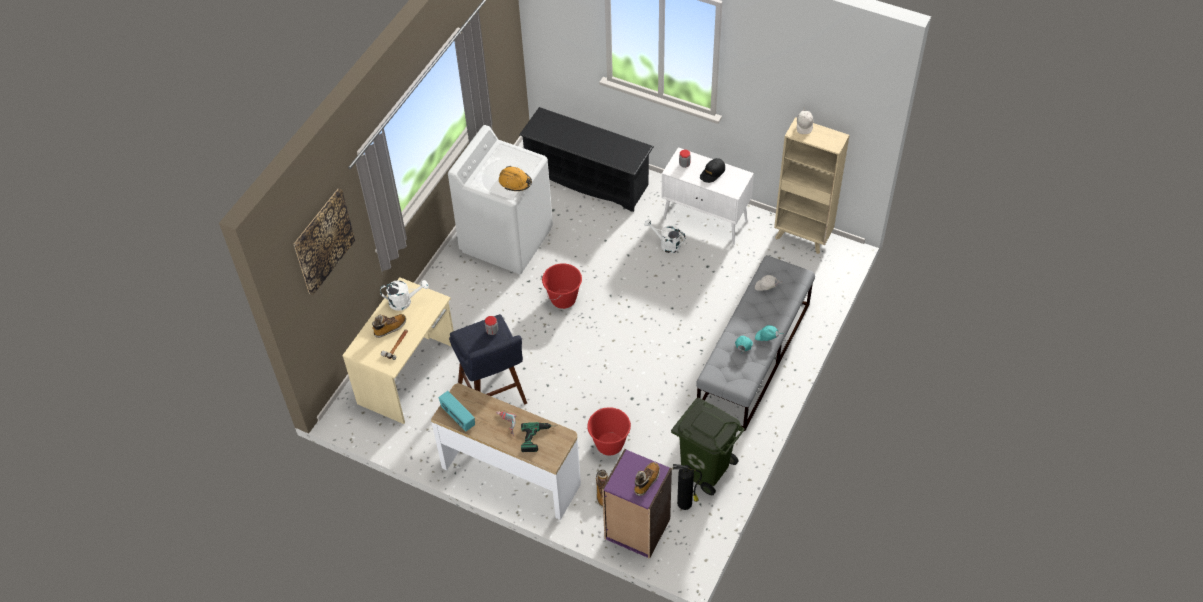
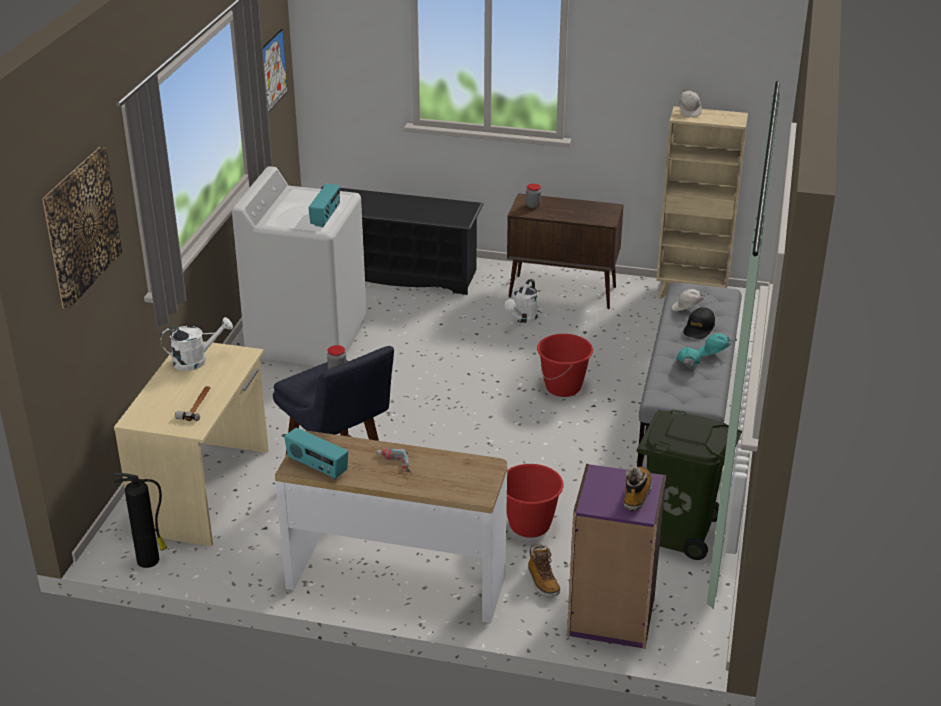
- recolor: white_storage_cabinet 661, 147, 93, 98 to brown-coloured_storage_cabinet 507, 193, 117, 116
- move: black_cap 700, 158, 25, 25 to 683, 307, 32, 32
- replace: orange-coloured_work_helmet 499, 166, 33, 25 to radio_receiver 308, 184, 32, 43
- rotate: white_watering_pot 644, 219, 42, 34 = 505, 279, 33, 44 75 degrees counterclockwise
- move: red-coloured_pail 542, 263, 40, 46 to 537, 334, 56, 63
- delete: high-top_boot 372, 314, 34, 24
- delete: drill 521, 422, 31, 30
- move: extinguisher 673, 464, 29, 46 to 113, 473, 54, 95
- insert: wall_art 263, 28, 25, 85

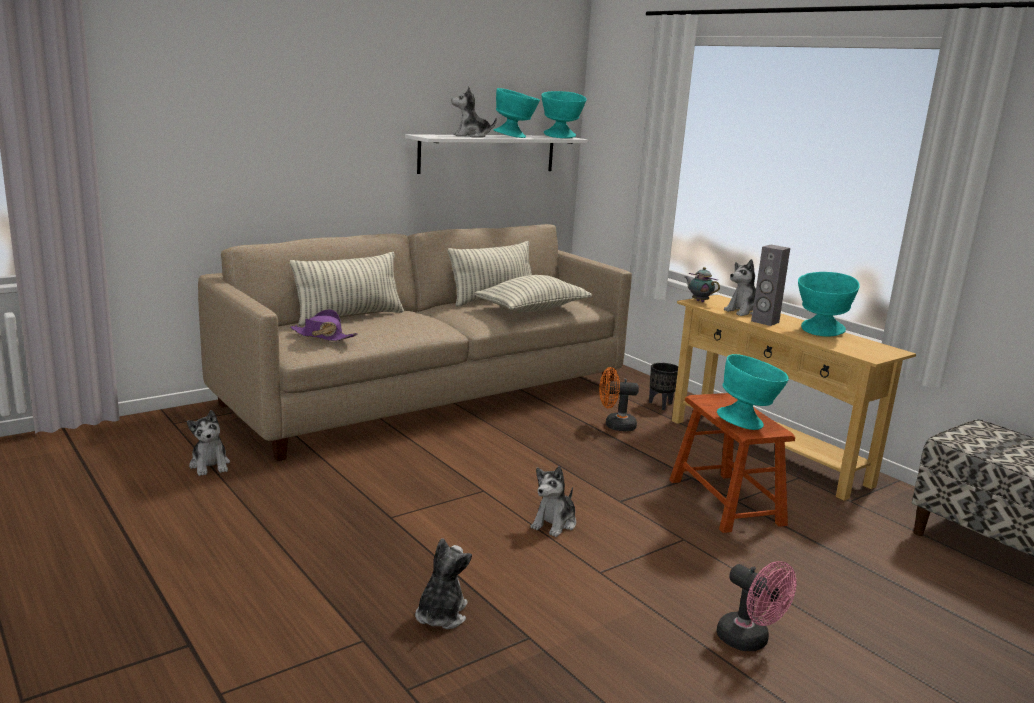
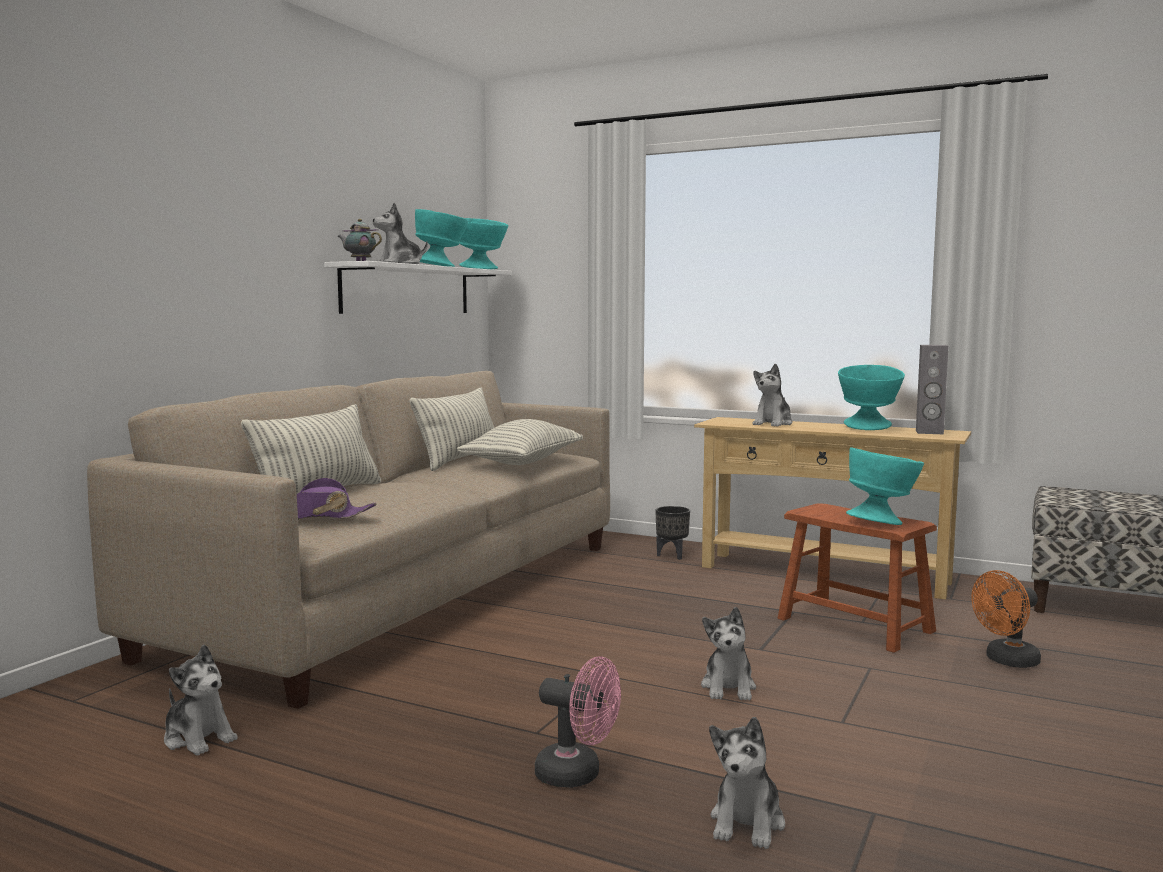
- move: grey_speaker 751, 245, 39, 81 to 916, 345, 33, 89
- move: pot_for_tea 685, 267, 35, 35 to 337, 219, 45, 42
- move: orange-coloured_electric_fan 599, 367, 40, 64 to 971, 570, 70, 98
- rotate: cuddly_toy 415, 538, 57, 91 = 709, 717, 76, 132 150 degrees counterclockwise
- move: pinkish_electric_fan 717, 561, 79, 90 to 535, 656, 86, 132

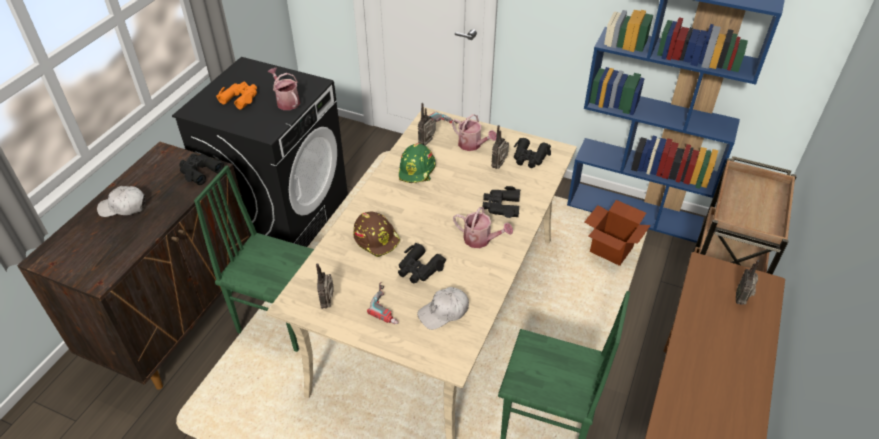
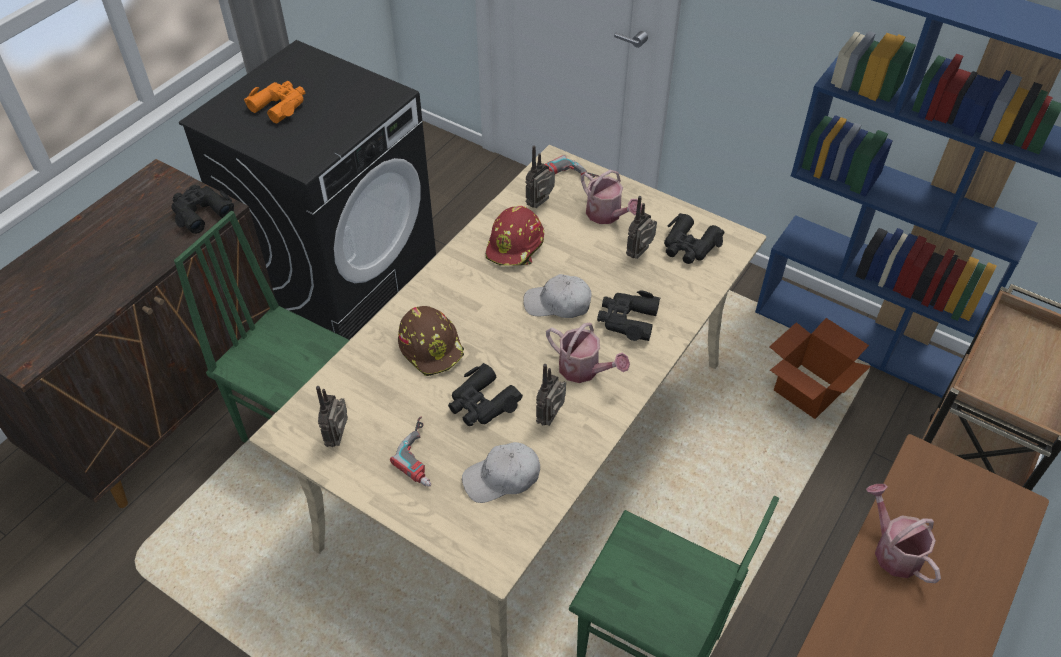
- move: watering_pot 267, 68, 33, 42 to 866, 484, 75, 99
- recolor: greenish_work_helmet 399, 143, 37, 40 to red-coloured_work_helmet 486, 206, 58, 60
- move: white_cap 97, 186, 49, 31 to 523, 274, 68, 44
- move: radio_receiver 736, 260, 24, 45 to 536, 364, 30, 62

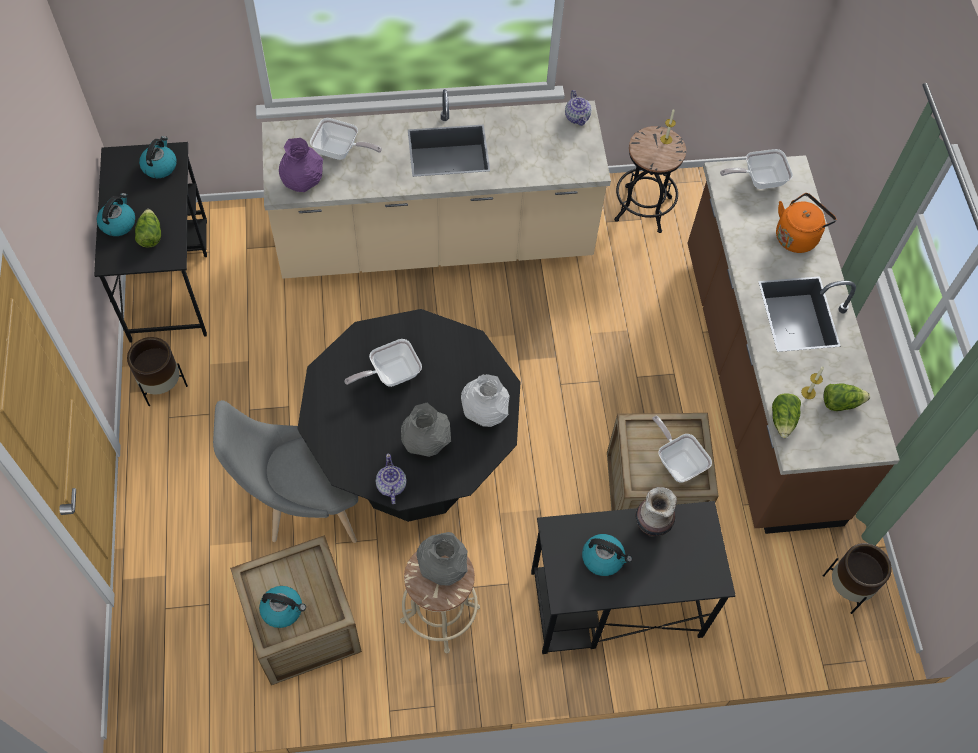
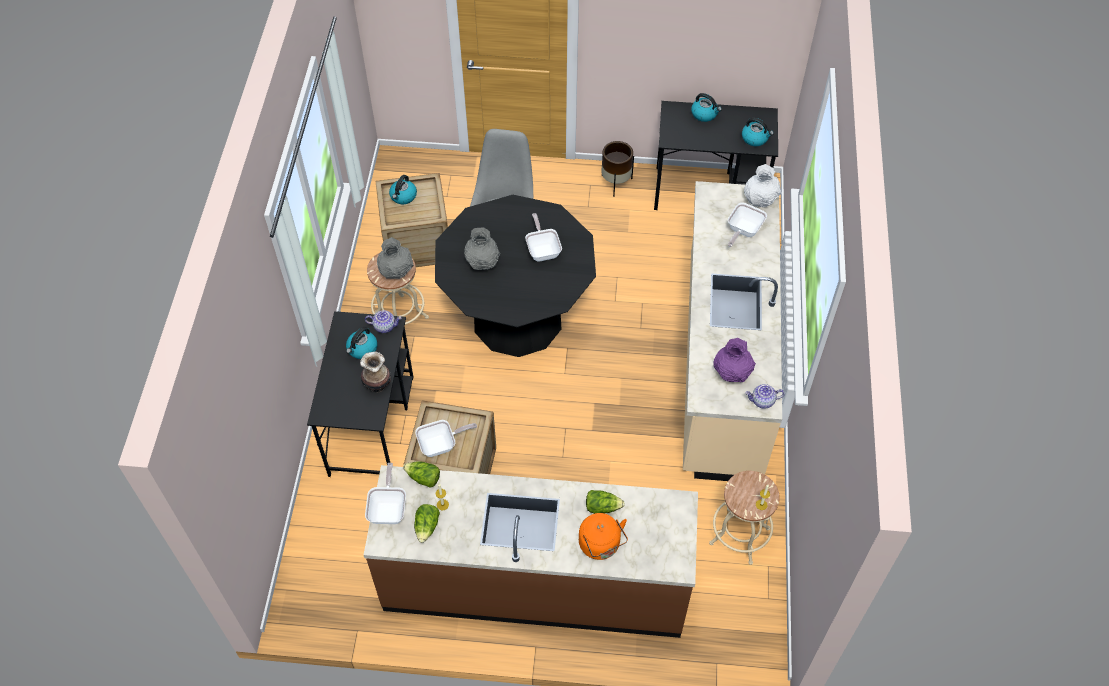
- recolor: black_stool_seat 614, 126, 72, 107 to sand-coloured_stool_seat 709, 471, 71, 94
- move: purple-coloured_flower_vase 279, 138, 44, 54 to 714, 338, 42, 44
- move: skillet 720, 149, 73, 40 to 365, 463, 41, 61
- move: head_of_lettuce 135, 209, 26, 38 to 586, 490, 39, 24
- move: white_flower_vase 461, 374, 49, 53 to 744, 164, 37, 43
- move: pot_for_tea 376, 453, 31, 51 to 365, 310, 37, 23
- delete: brown-coloured_plant_pot 823, 543, 69, 71

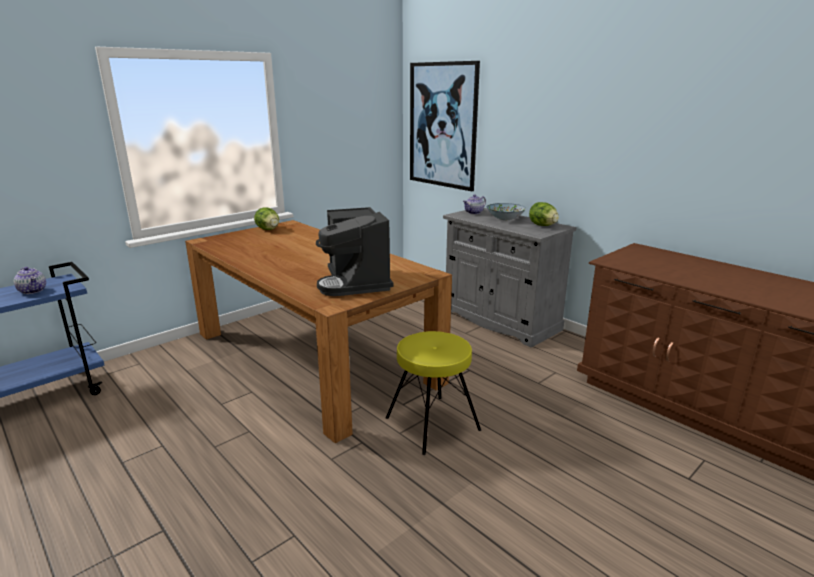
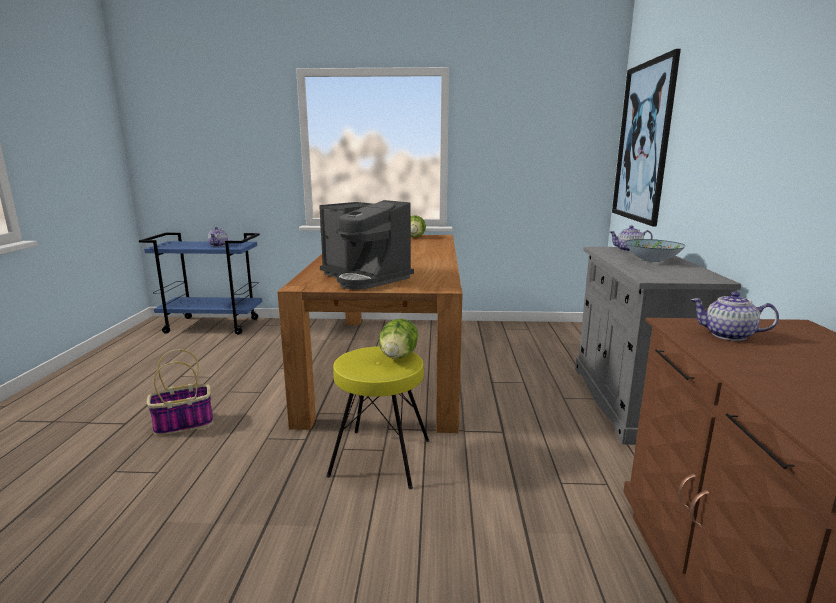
- move: head_of_lettuce 529, 202, 30, 24 to 379, 319, 39, 40
- rotate: coffee_machine 316, 207, 78, 89 = 319, 200, 95, 90 75 degrees counterclockwise
- insert: pot_for_tea 691, 292, 88, 49
- insert: storage_basket 147, 349, 66, 86

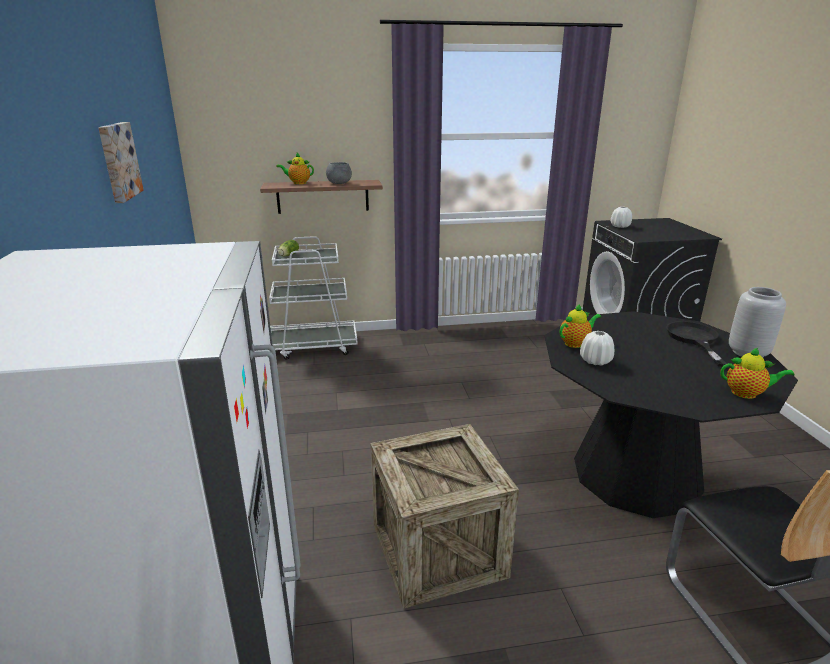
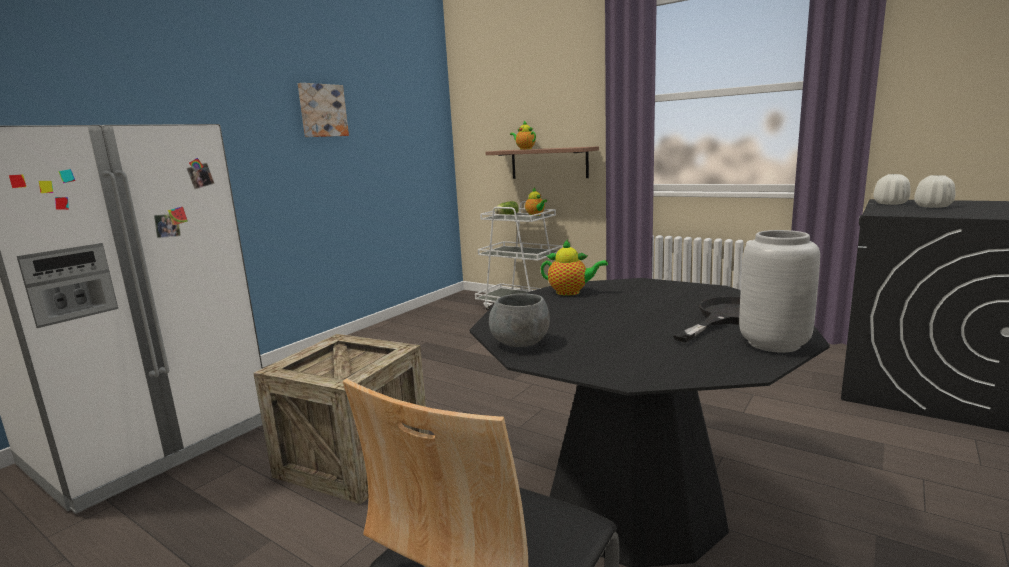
- move: grey_serving_bowl 326, 162, 26, 22 to 489, 294, 61, 53
- move: white_flower_vase 580, 331, 34, 35 to 914, 175, 41, 33
- move: pot_for_tea 720, 347, 75, 52 to 525, 187, 22, 29

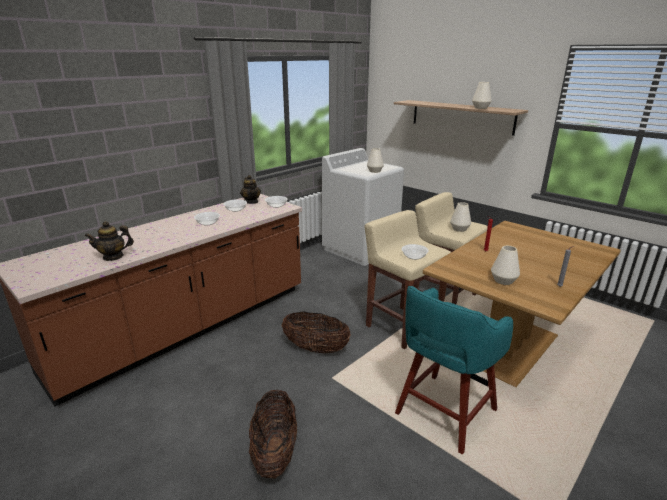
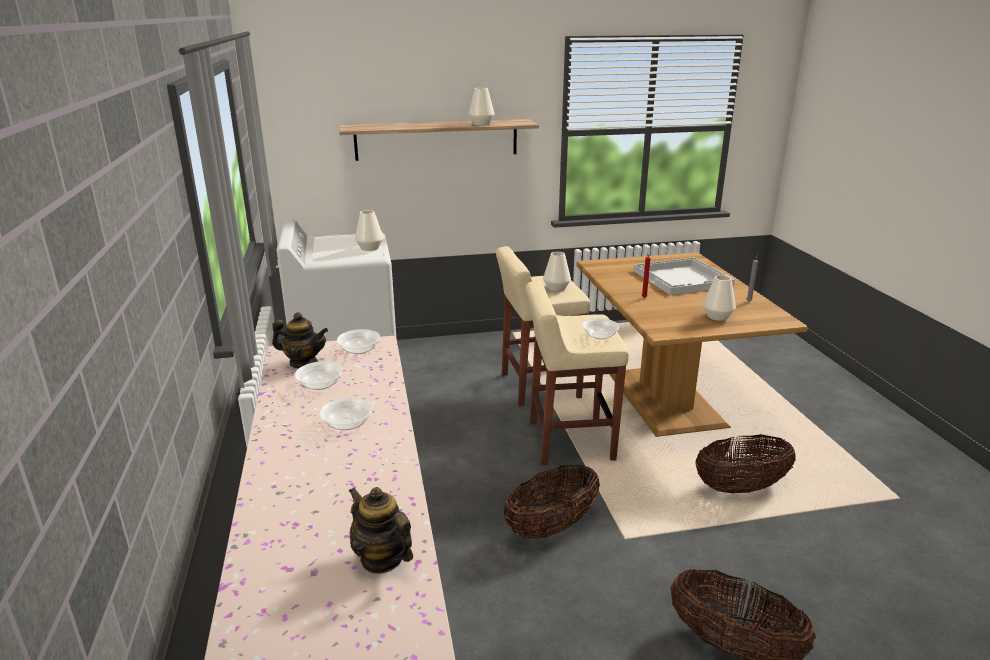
- rotate: pot_for_tea 85, 221, 49, 40 = 348, 487, 65, 87 120 degrees clockwise
- replace: turquoise-coloured_stool_seat 395, 286, 118, 168 to storage_basket 695, 434, 101, 60
- insert: white_tray 633, 257, 102, 38

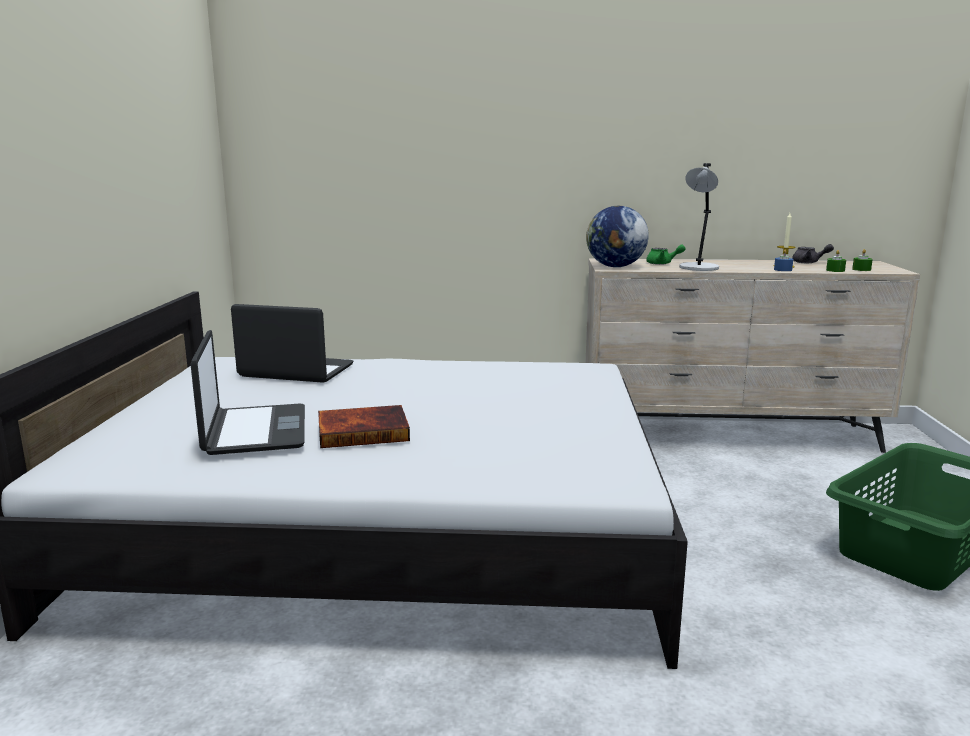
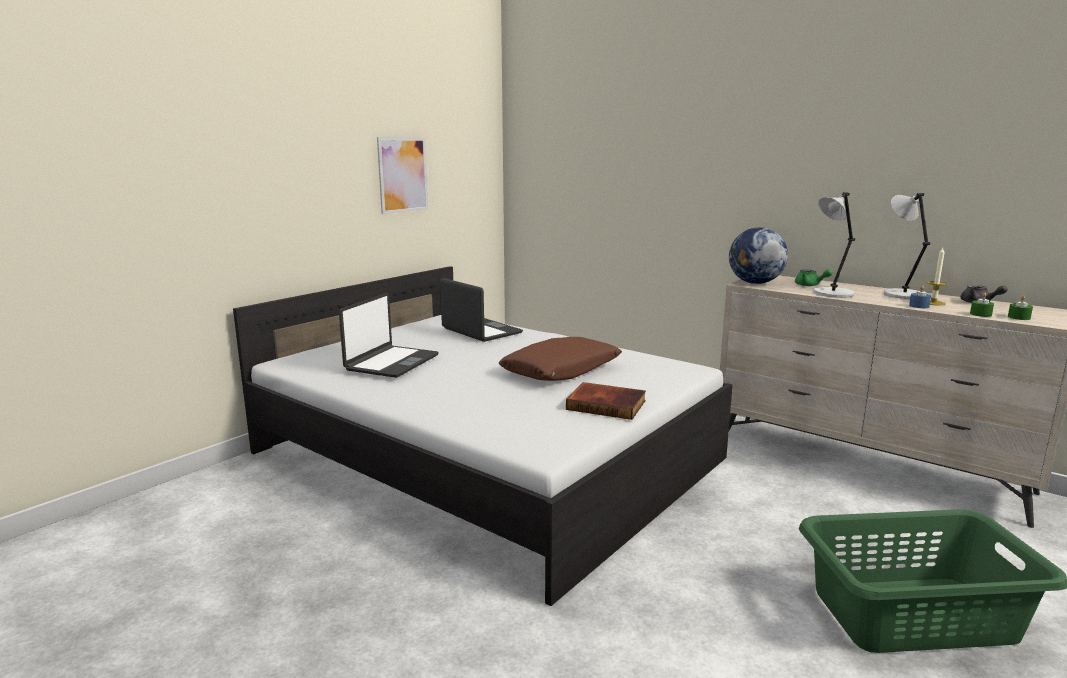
- move: volume 318, 405, 92, 43 to 566, 382, 80, 38
- insert: wall_art 377, 137, 51, 77
- insert: grey_tabletop_lamp 884, 193, 47, 106
- insert: brown-coloured_throw_pillow 499, 337, 123, 44

